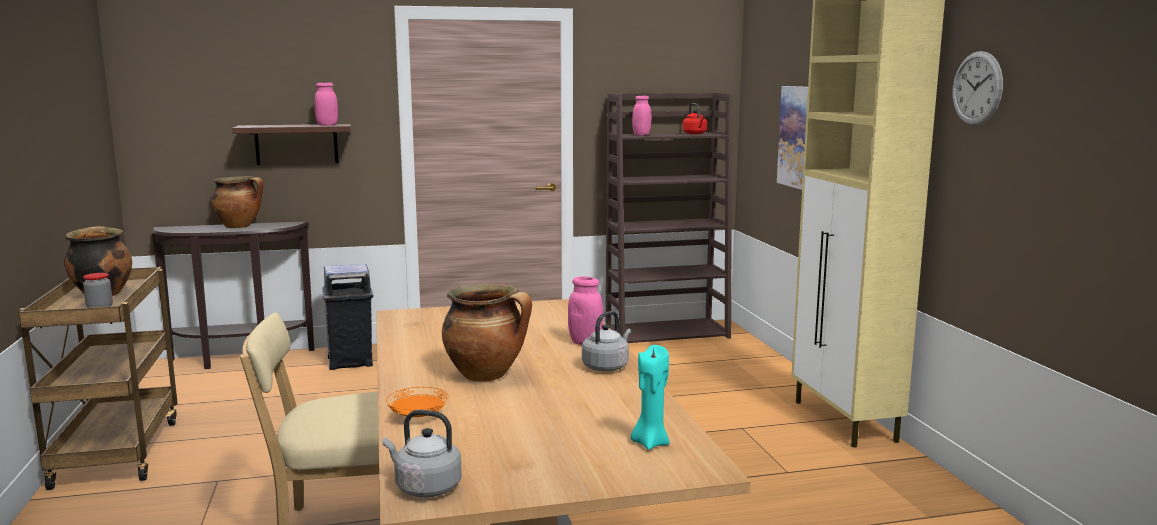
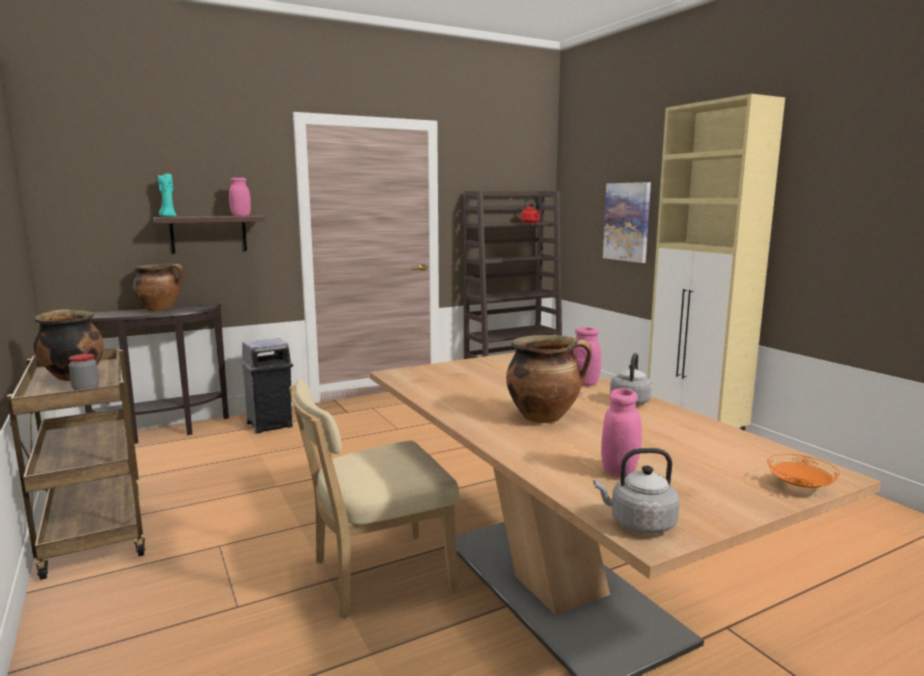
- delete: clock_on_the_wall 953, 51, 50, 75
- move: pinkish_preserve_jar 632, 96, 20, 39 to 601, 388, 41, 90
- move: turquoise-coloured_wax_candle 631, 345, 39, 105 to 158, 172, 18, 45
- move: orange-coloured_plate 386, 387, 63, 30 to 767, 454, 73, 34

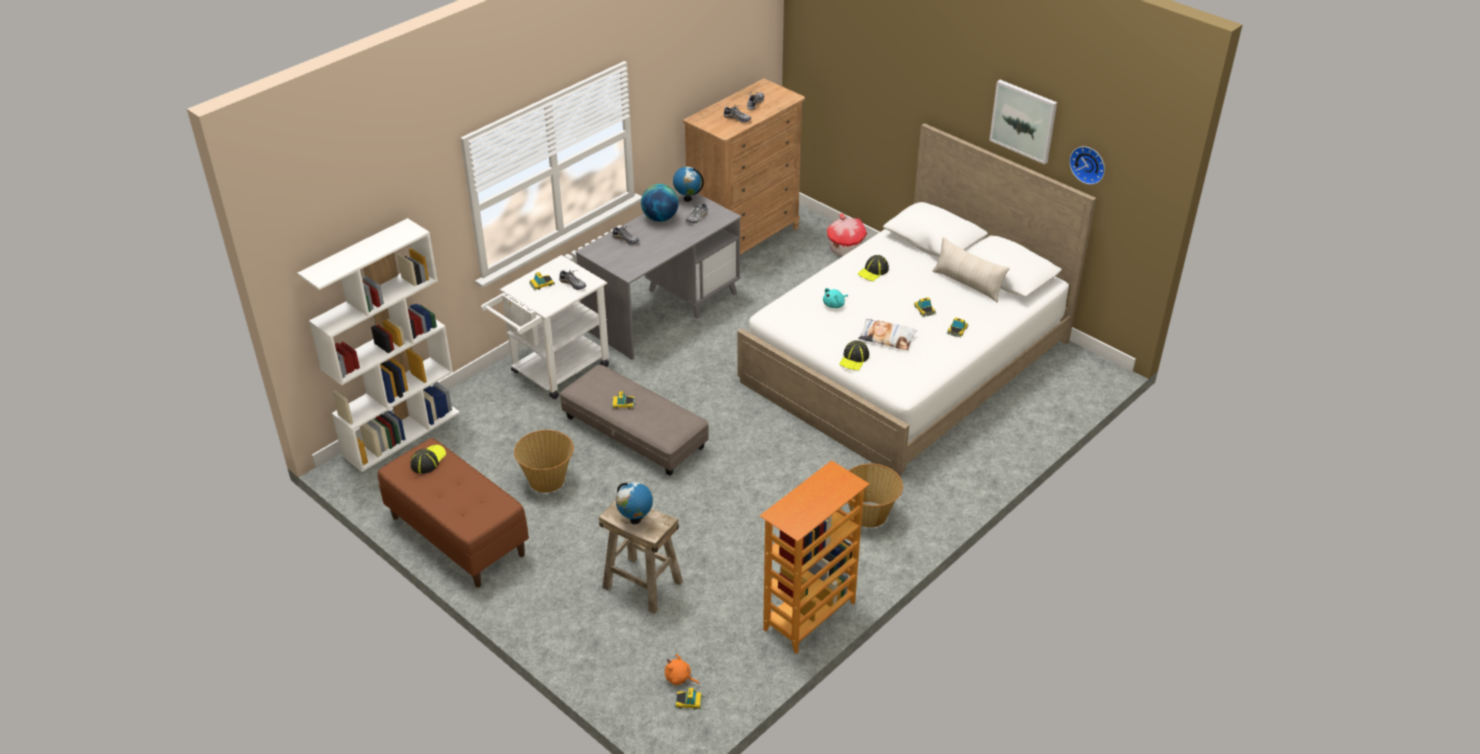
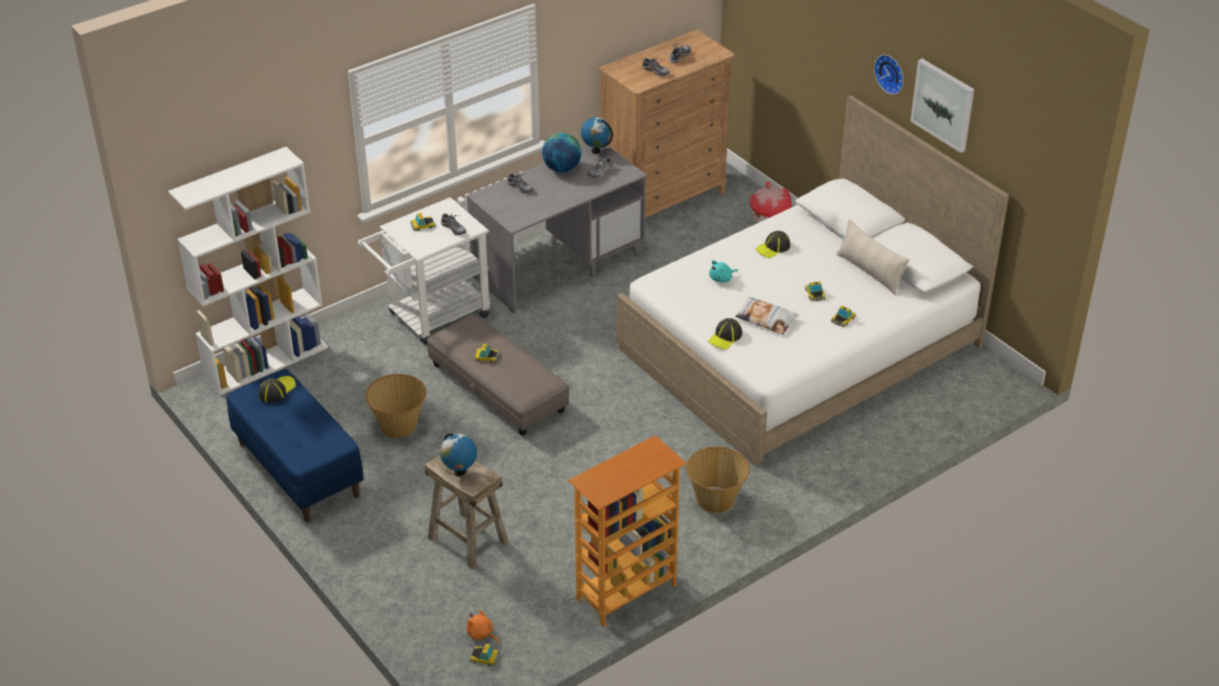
- move: clock_on_the_wall 1069, 146, 36, 39 to 874, 55, 30, 39
- recolor: brown-coloured_long_seat 378, 438, 151, 150 to blue_long_seat 226, 369, 138, 153

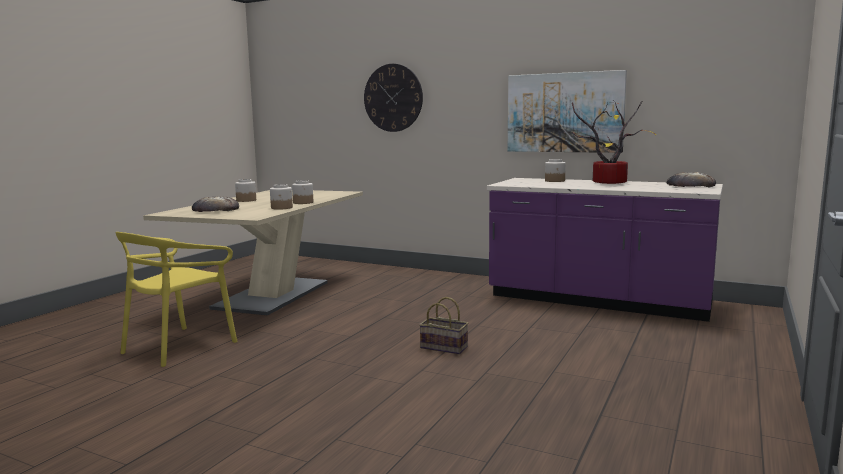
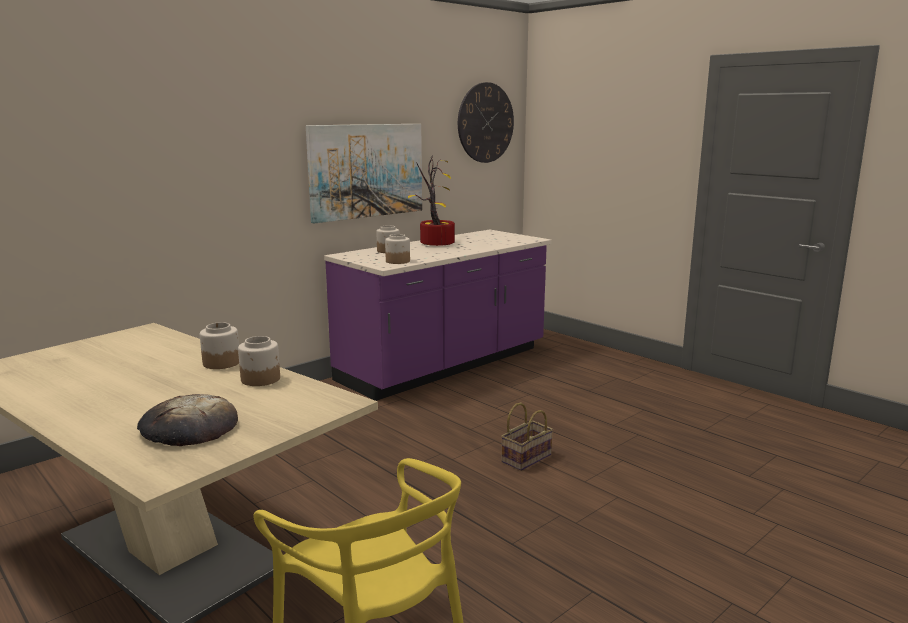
- move: clock_on_the_wall 364, 64, 59, 68 to 458, 82, 56, 81
- delete: bakery_bread 666, 172, 50, 15
- move: preserve_jar 235, 179, 21, 23 to 385, 234, 25, 30

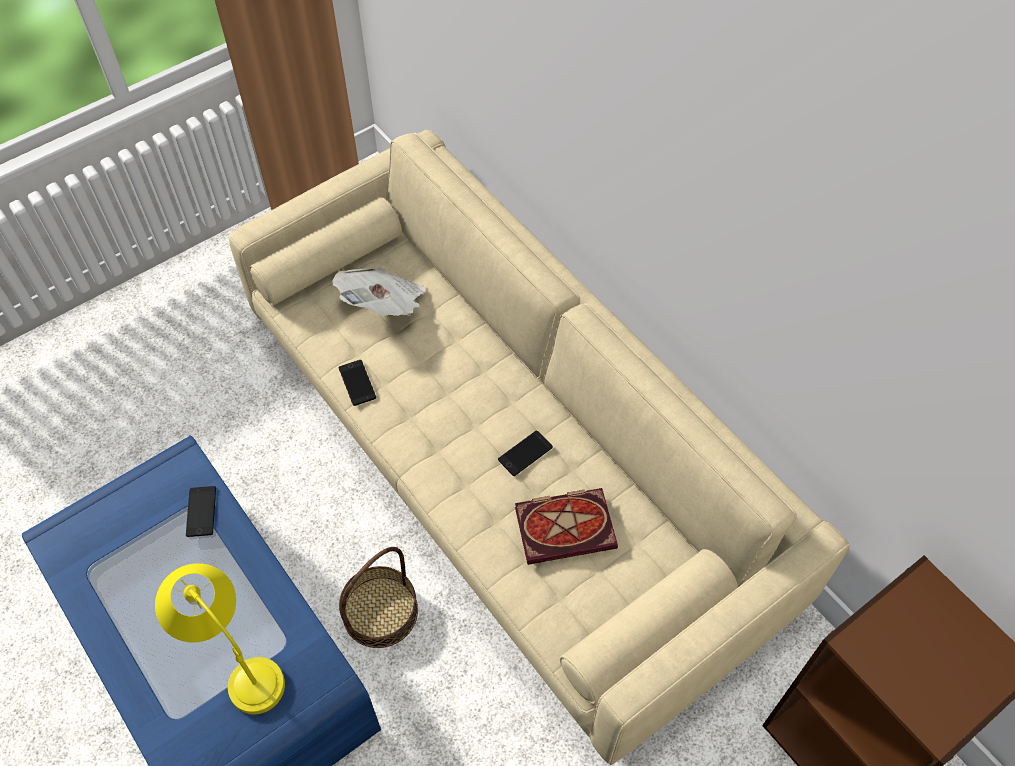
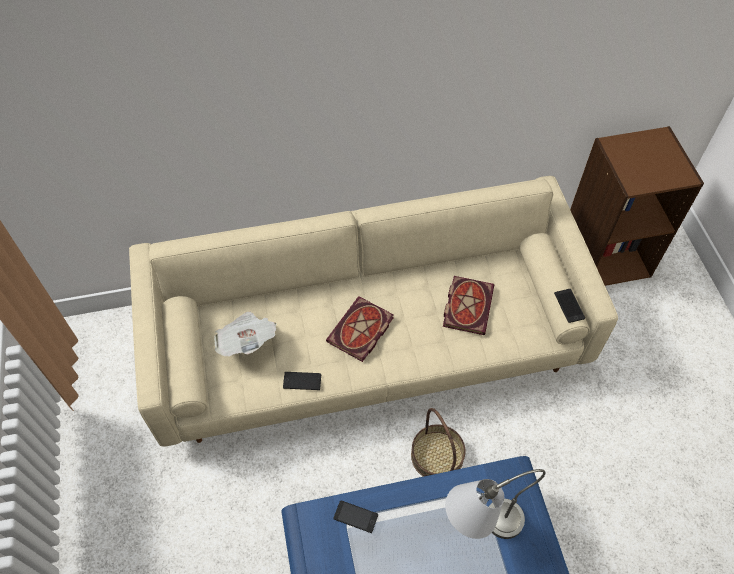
- move: telephone 498, 430, 55, 46 to 554, 289, 31, 34
- recolor: yellow-coloured_tabletop_lamp 155, 563, 130, 152 to grey_tabletop_lamp 445, 469, 101, 70
- insert: volume 326, 296, 68, 66

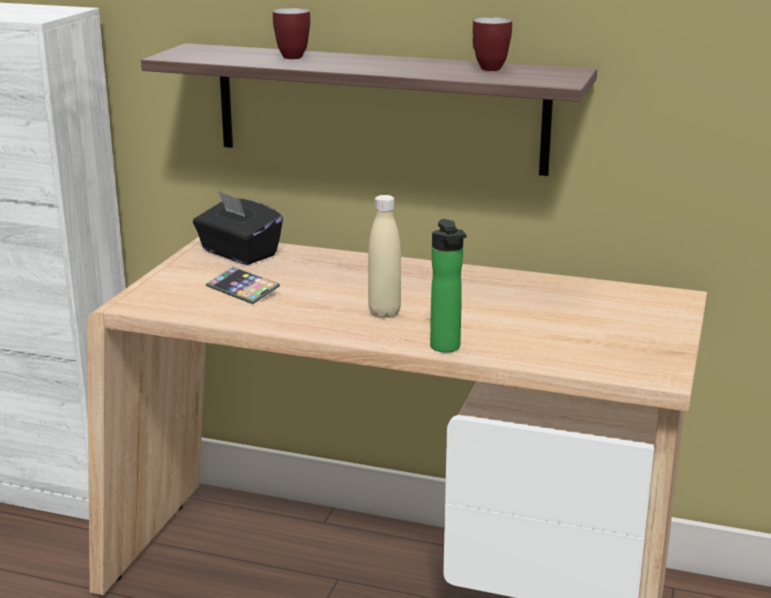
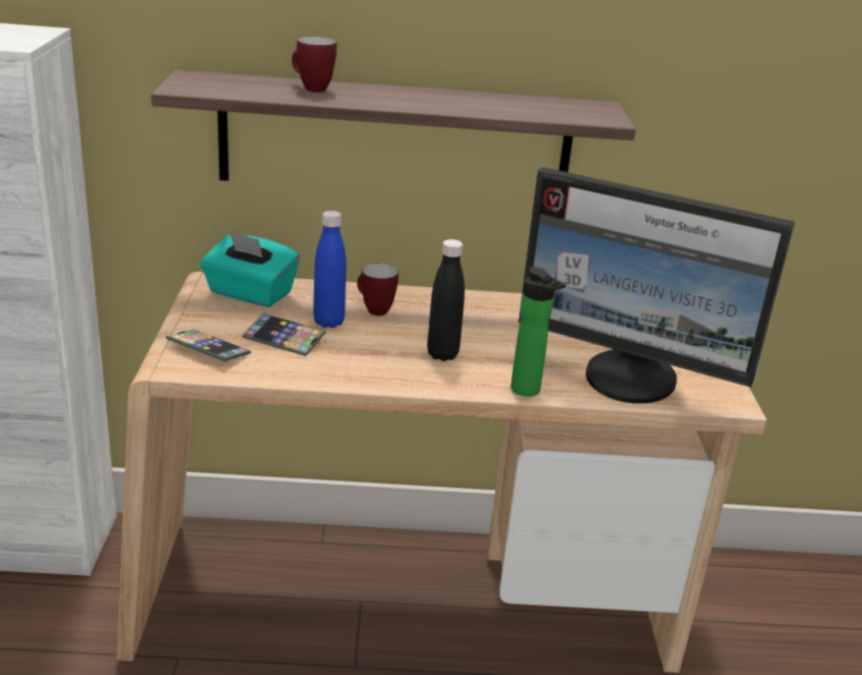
- move: mug 472, 17, 40, 54 to 357, 263, 42, 53
- recolor: black_box_of_tissues 193, 191, 90, 74 to turquoise-coloured_box_of_tissues 200, 230, 100, 78
- recolor: sand-coloured_beverage_bottle 368, 195, 33, 123 to black_beverage_bottle 427, 239, 38, 122
- insert: computer_screen 518, 167, 277, 237
- insert: blue_beverage_bottle 313, 211, 33, 117
- insert: telephone 166, 329, 85, 33

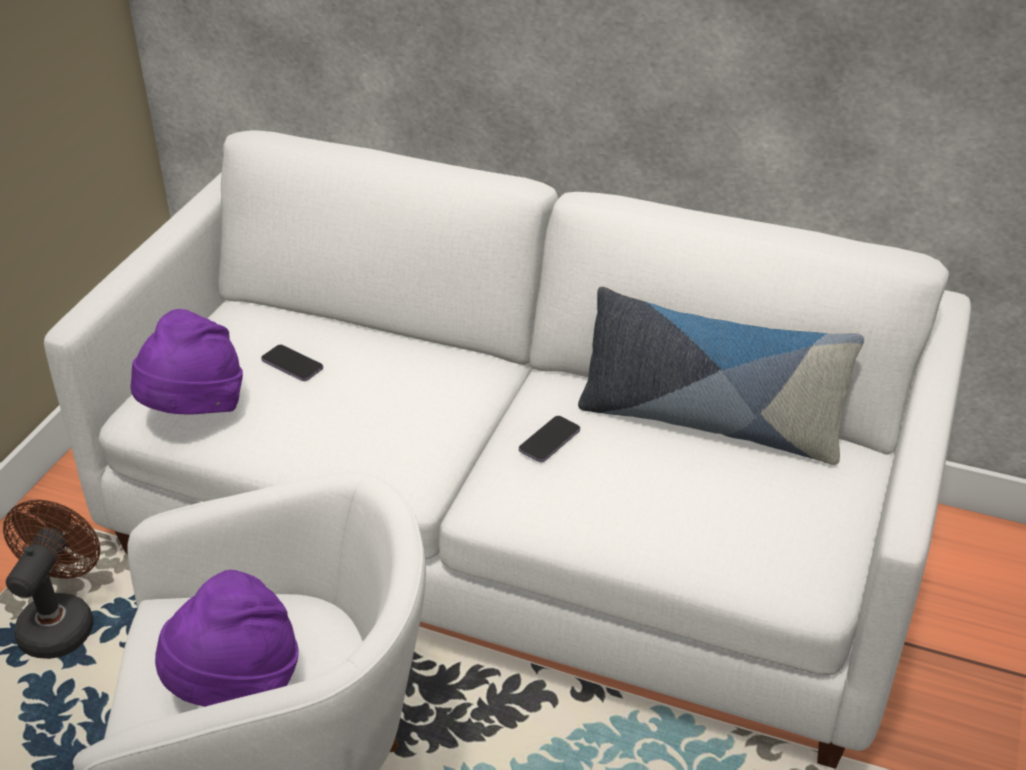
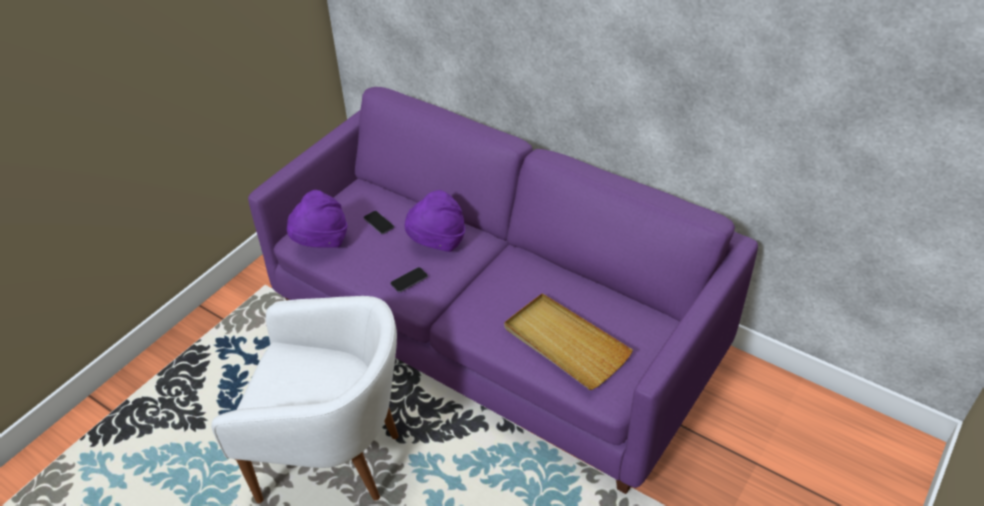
- recolor: white_couch 44, 130, 927, 639 to purple-coloured_couch 248, 87, 510, 407
- delete: throw_pillow 578, 286, 286, 179
- move: telephone 519, 416, 61, 46 to 390, 267, 38, 26
- delete: brown-coloured_electric_fan 3, 500, 97, 159
- move: purple-coloured_clothing_hat 155, 570, 144, 137 to 405, 190, 60, 62
- insert: sand-coloured_tray 504, 293, 129, 97

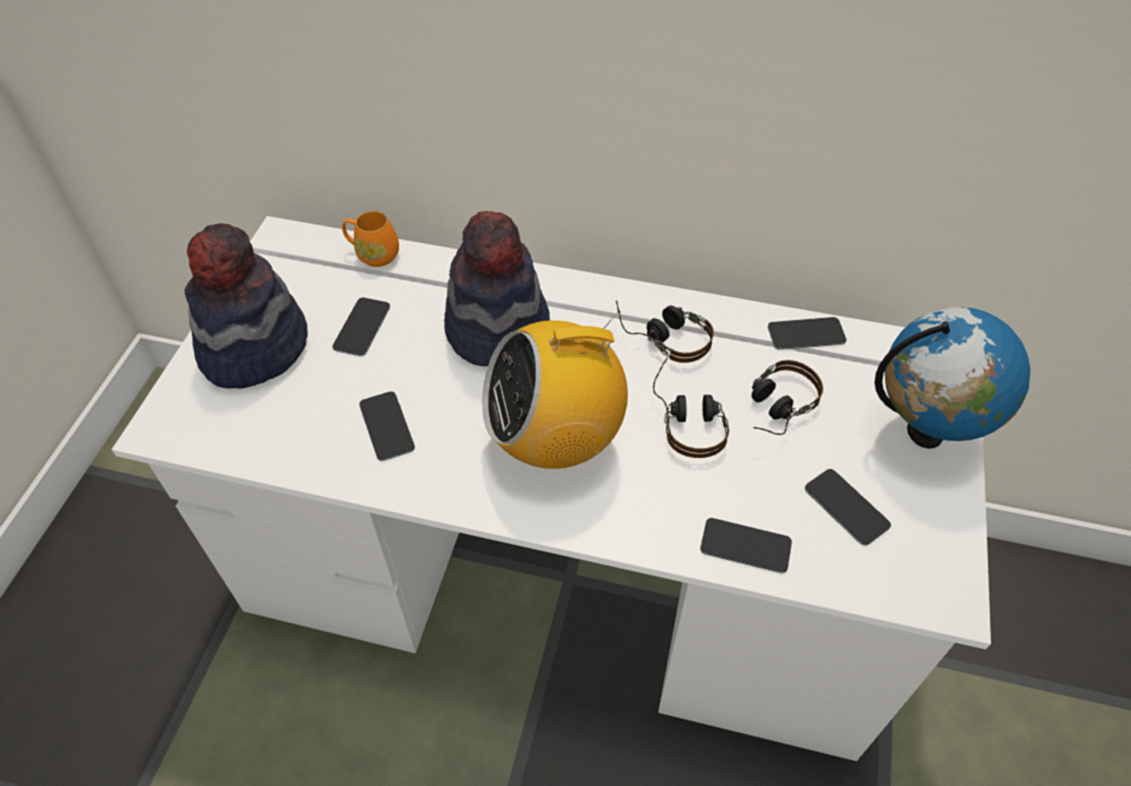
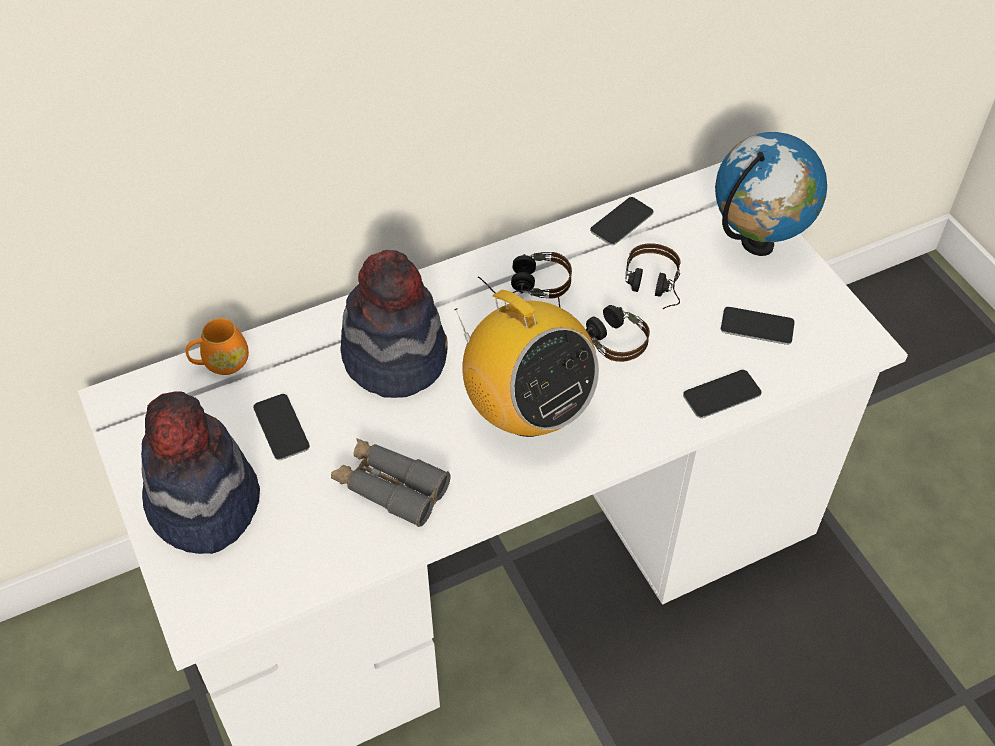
- rotate: radio_receiver 482, 310, 146, 159 = 454, 290, 145, 147 75 degrees counterclockwise
- replace: telephone 359, 391, 56, 70 to grey_binoculars 331, 438, 120, 89

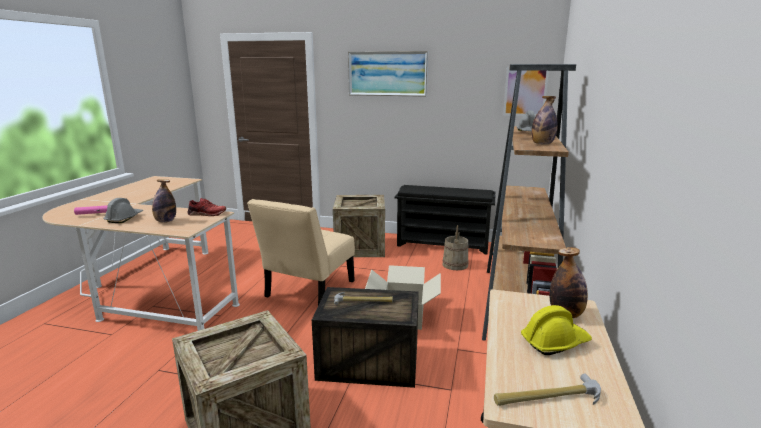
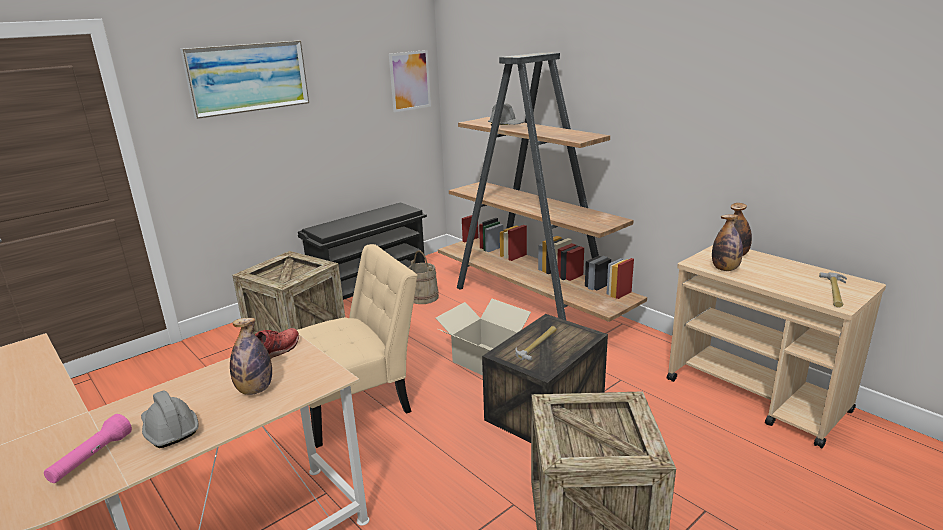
- move: beverage_bottle 531, 96, 27, 49 to 712, 214, 31, 57
- rotate: sand-coloured_plain_chair 247, 199, 108, 106 = 297, 244, 120, 204 90 degrees counterclockwise
- delete: yellow-coloured_work_helmet 521, 305, 71, 50

